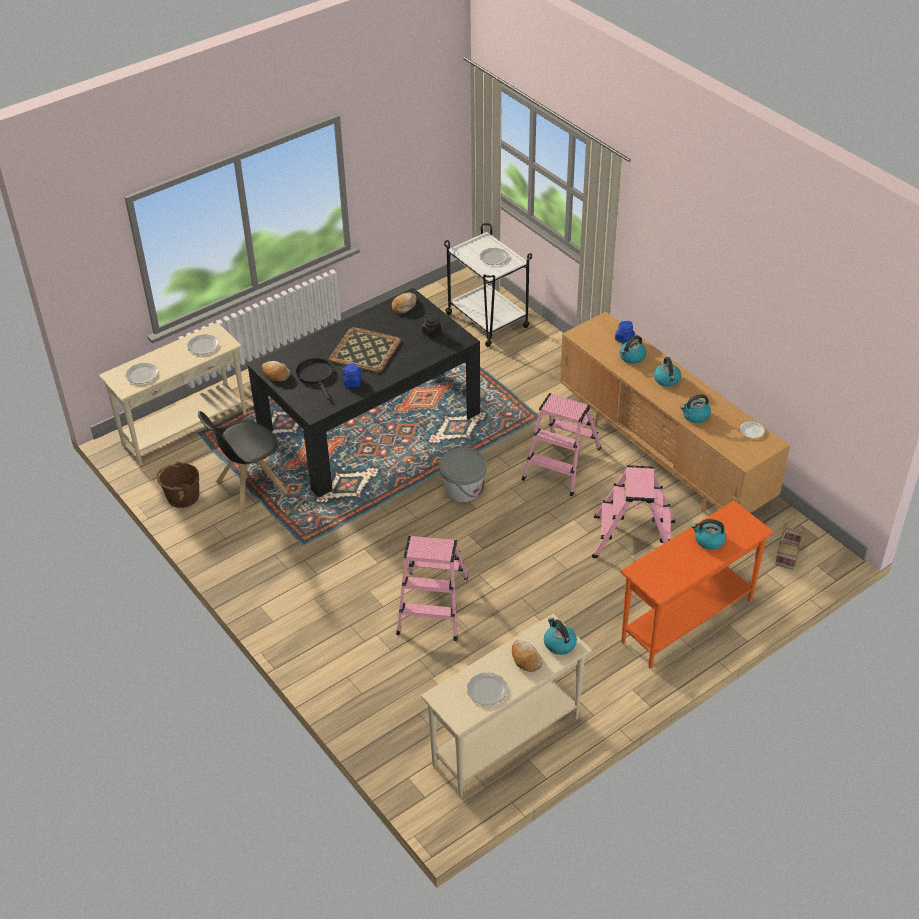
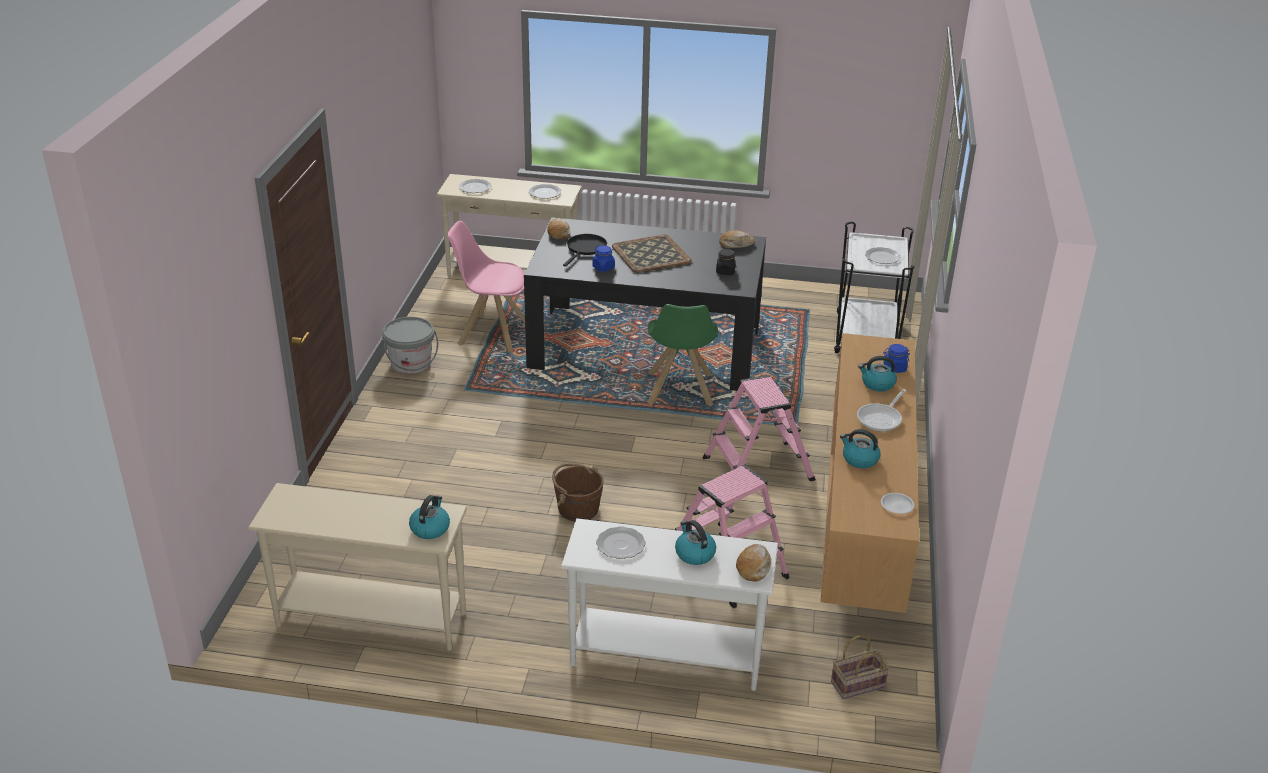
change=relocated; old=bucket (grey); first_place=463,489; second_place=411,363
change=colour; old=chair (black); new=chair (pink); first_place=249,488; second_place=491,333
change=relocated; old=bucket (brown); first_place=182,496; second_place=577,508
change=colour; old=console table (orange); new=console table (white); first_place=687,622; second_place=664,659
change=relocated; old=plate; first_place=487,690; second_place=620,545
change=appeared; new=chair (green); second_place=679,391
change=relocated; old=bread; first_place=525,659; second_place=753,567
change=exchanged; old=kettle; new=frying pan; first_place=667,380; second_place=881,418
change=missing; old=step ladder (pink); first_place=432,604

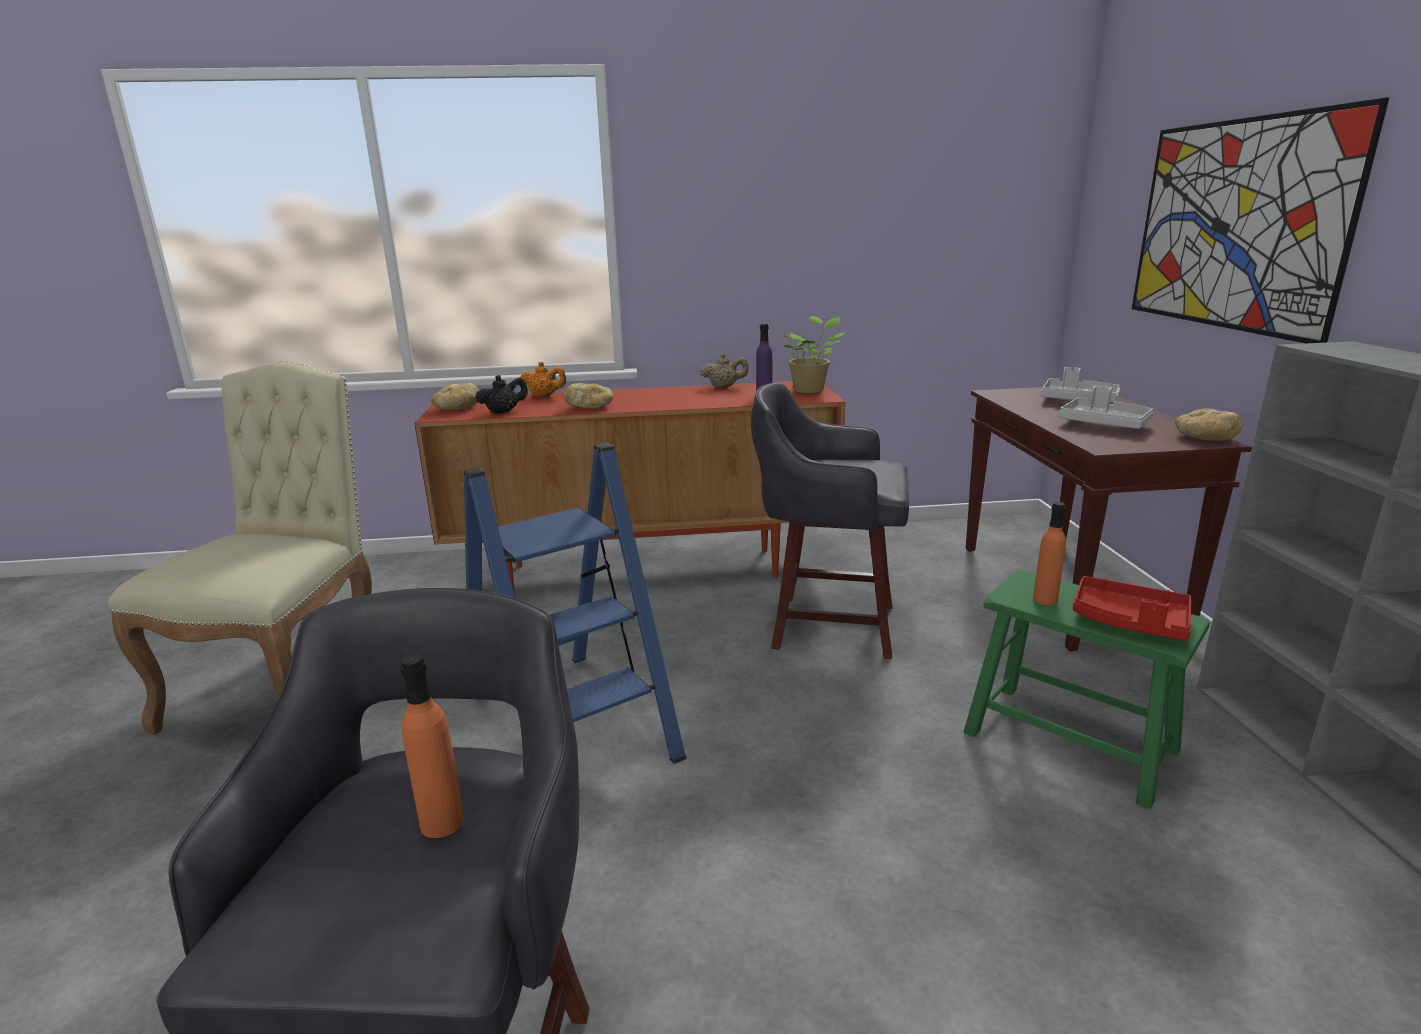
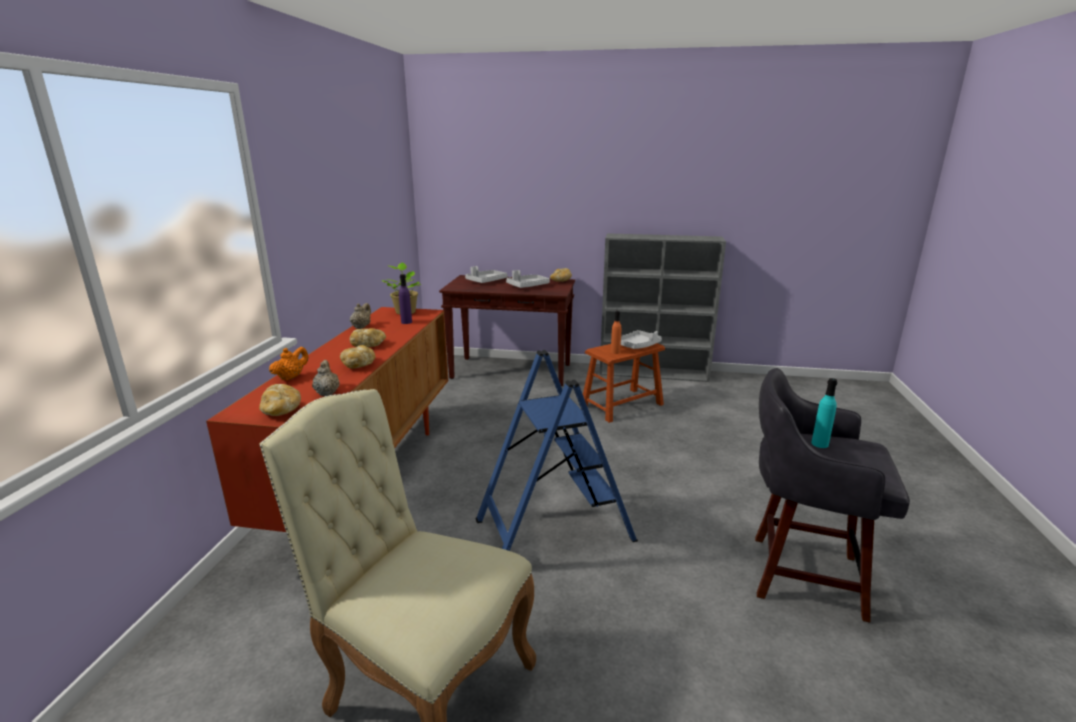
change=colour; old=teapot (black); new=teapot (beige); first_place=503,412; second_place=327,393
change=appeared; new=bread; second_place=368,345
change=colour; old=stool (green); new=stool (brown); first_place=1070,741; second_place=622,405
change=colour; old=tray (red); new=tray (grey); first_place=1129,621; second_place=638,345
change=colour; old=bottle (orange); new=bottle (turquoise); first_place=442,822; second_place=819,444
change=missing; old=stool (grey); first_place=827,625
change=missing; old=picture; first_place=1235,225

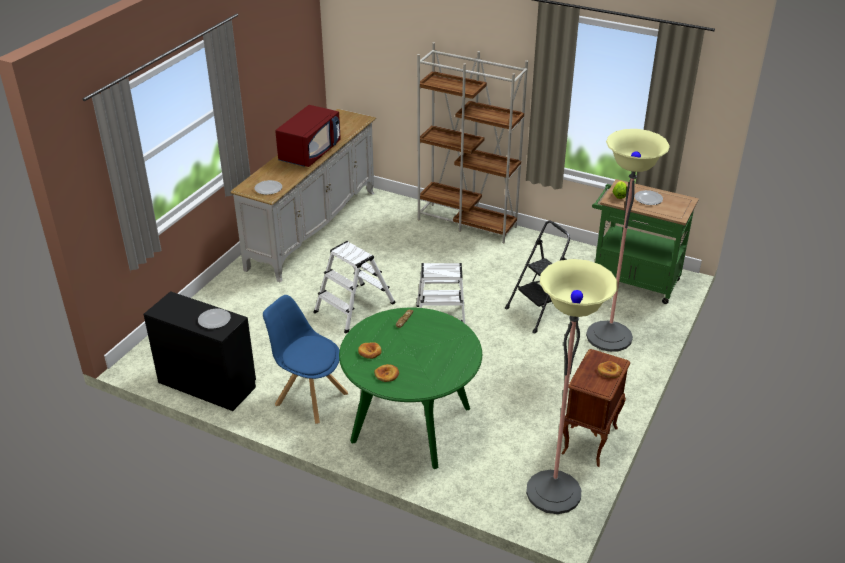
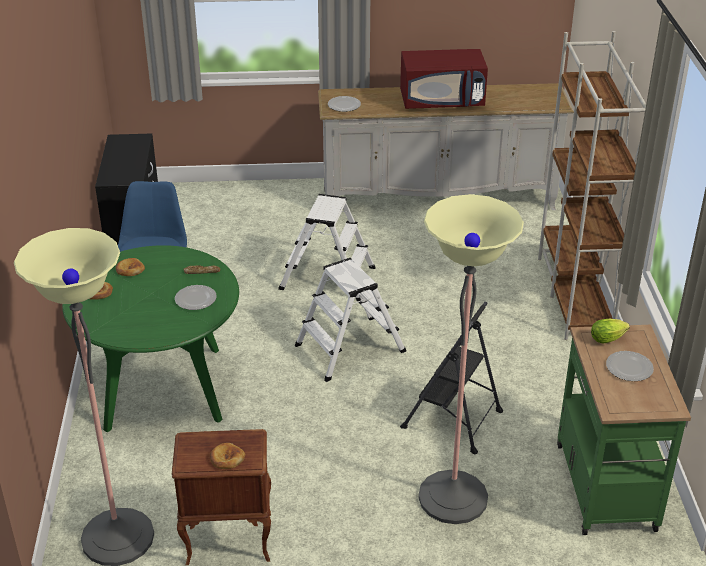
change=relocated; old=plate; first_place=215,320; second_place=196,299

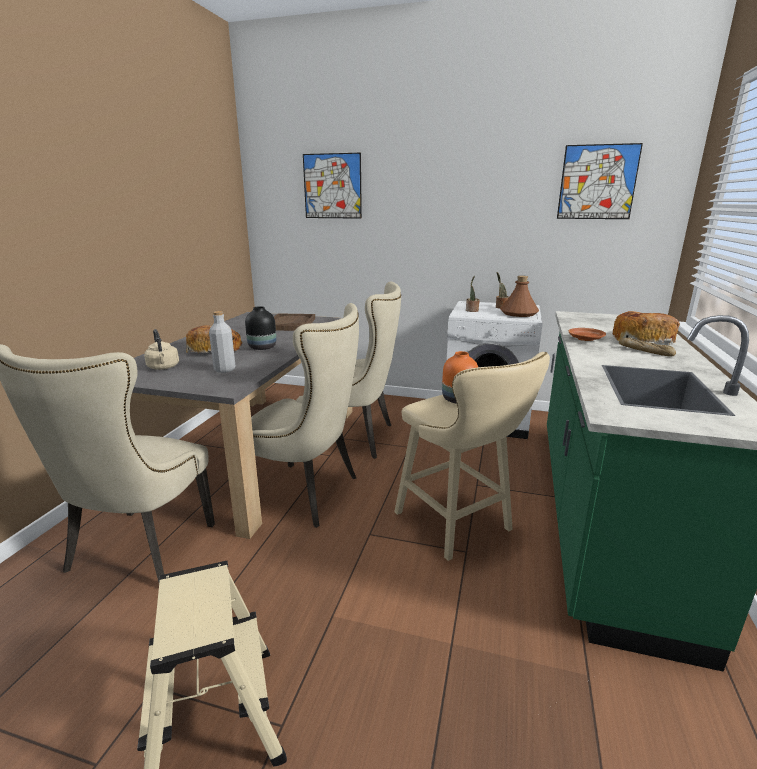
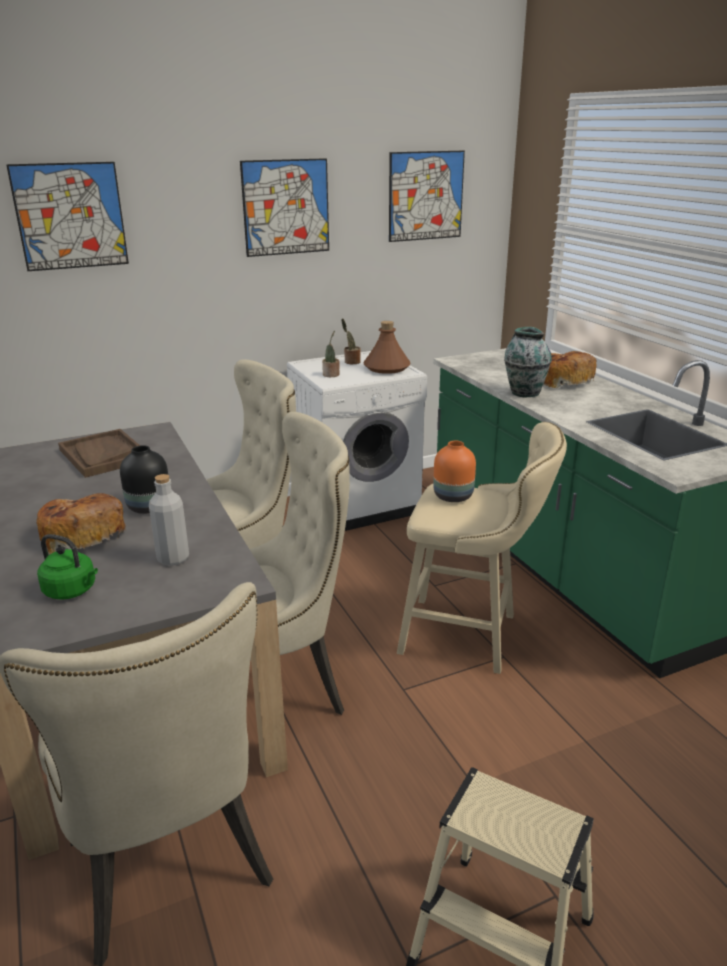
change=colour; old=kettle (beige); new=kettle (green); first_place=163,367; second_place=72,591
change=appeared; new=picture; second_place=286,207
change=exchanged; old=plate (brown); new=vase; first_place=585,339; second_place=524,392
change=missing; old=bread; first_place=645,351

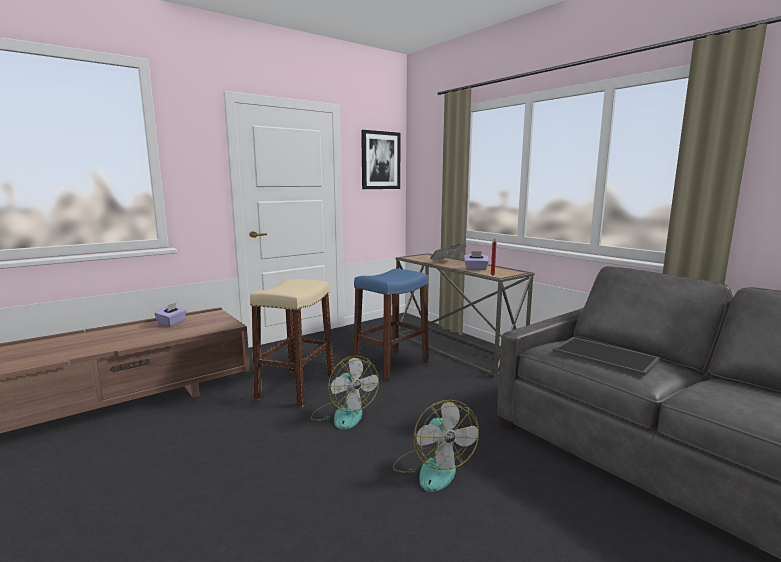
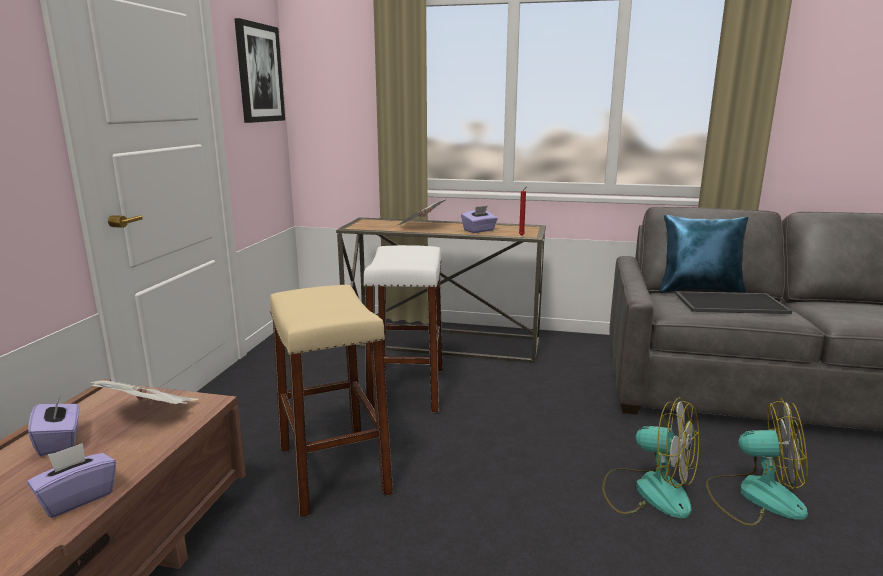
change=appeared; new=tissue box (purple); second_place=77,498
change=appeared; new=newspaper; second_place=151,414
change=colour; old=stool (blue); new=stool (white); first_place=391,365; second_place=407,389
change=appeared; new=pillow (blue); second_place=699,291
change=relocated; old=fan; first_place=343,414; second_place=754,496

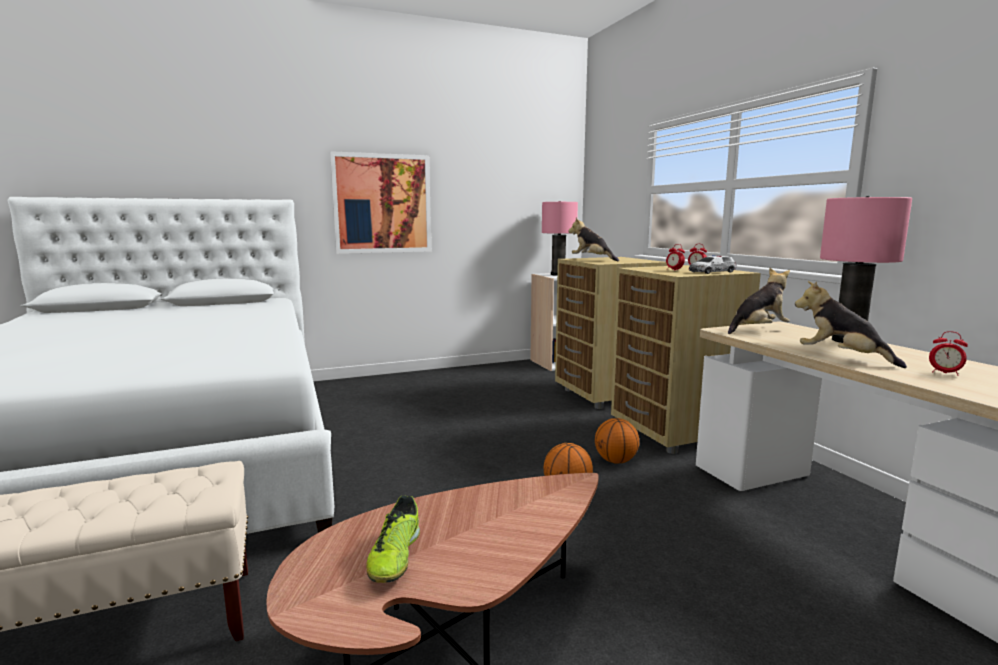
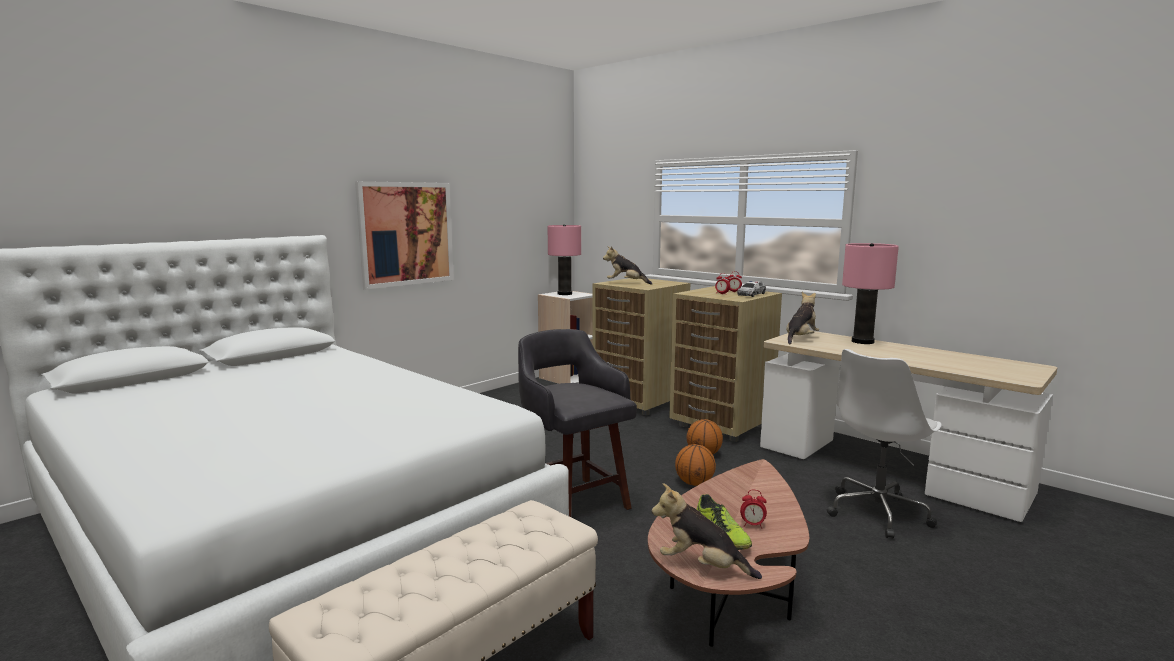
change=appeared; new=stool (grey); second_place=575,501
change=relocated; old=plush toy; first_place=842,358; second_place=702,566
change=relocated; old=alarm clock; first_place=945,373; second_place=752,525
change=appeared; new=office chair (white); second_place=875,514

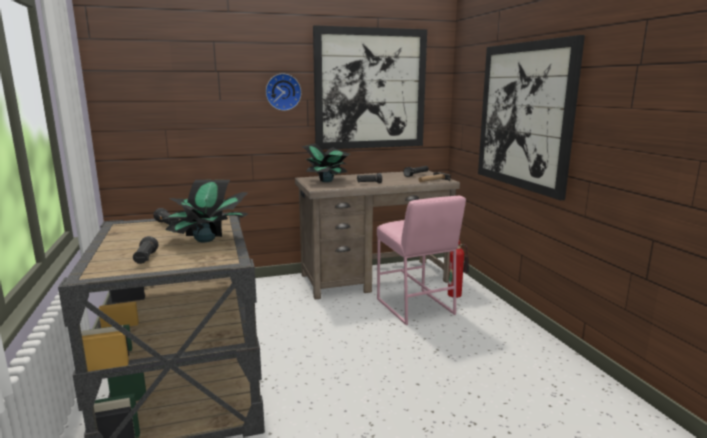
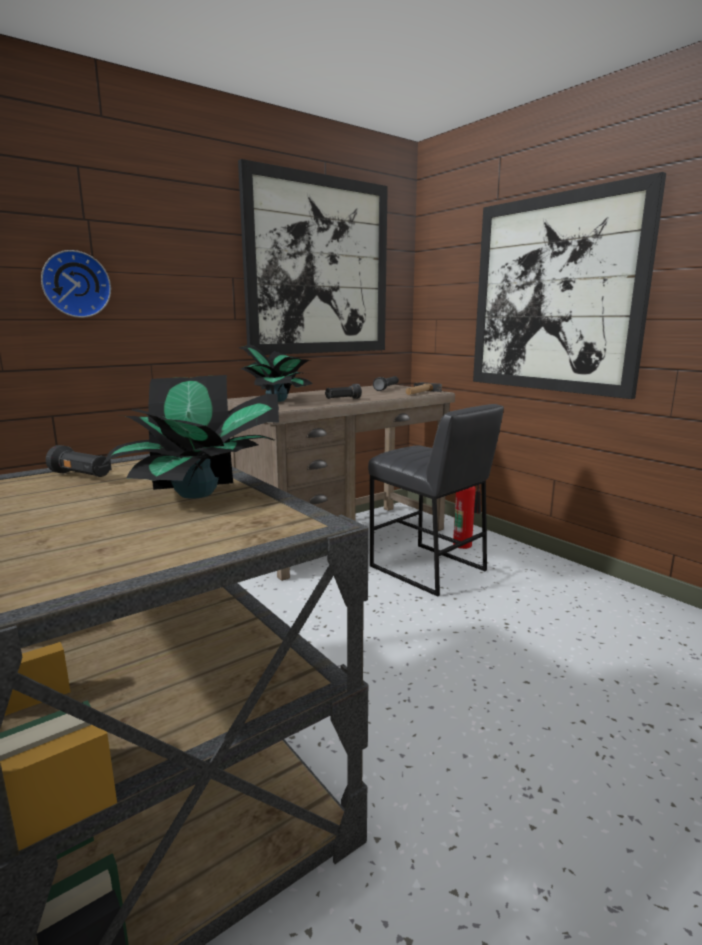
change=relocated; old=wall clock; first_place=283,92; second_place=76,284
change=colour; old=stool (pink); new=stool (grey); first_place=415,307; second_place=429,569
change=missing; old=flashlight (black); first_place=145,259

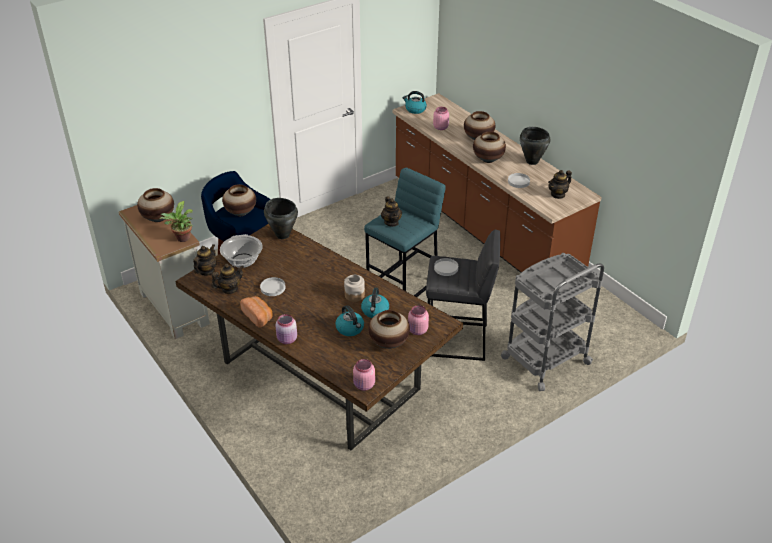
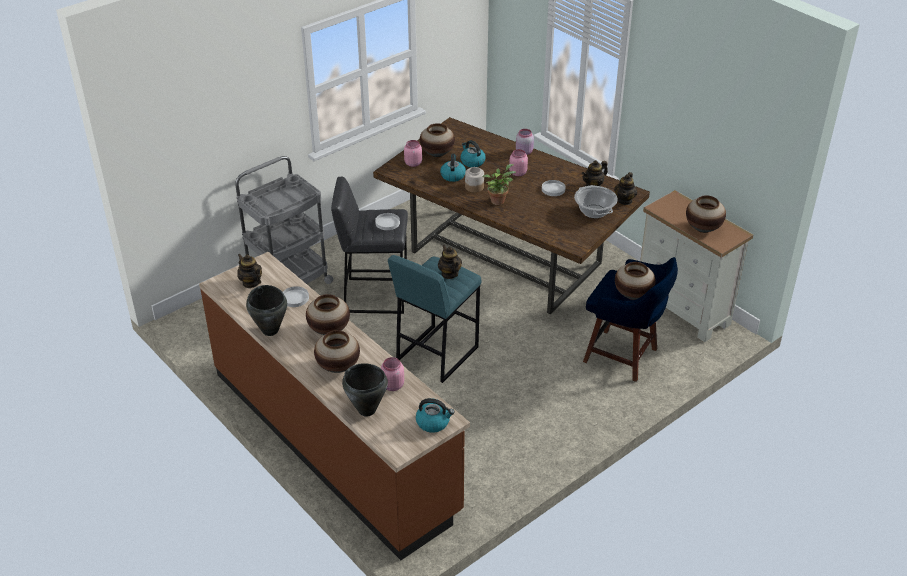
change=spun; old=teapot; first_place=558,194; second_place=251,282; degrees=-90
change=relocated; old=cooking pot (black); first_place=282,235; second_place=367,410
change=relocated; old=potted plant; first_place=182,239; second_place=498,200
change=relocated; old=jar (pink); first_place=364,385; second_place=518,173
change=missing; old=bread; first_place=258,316

